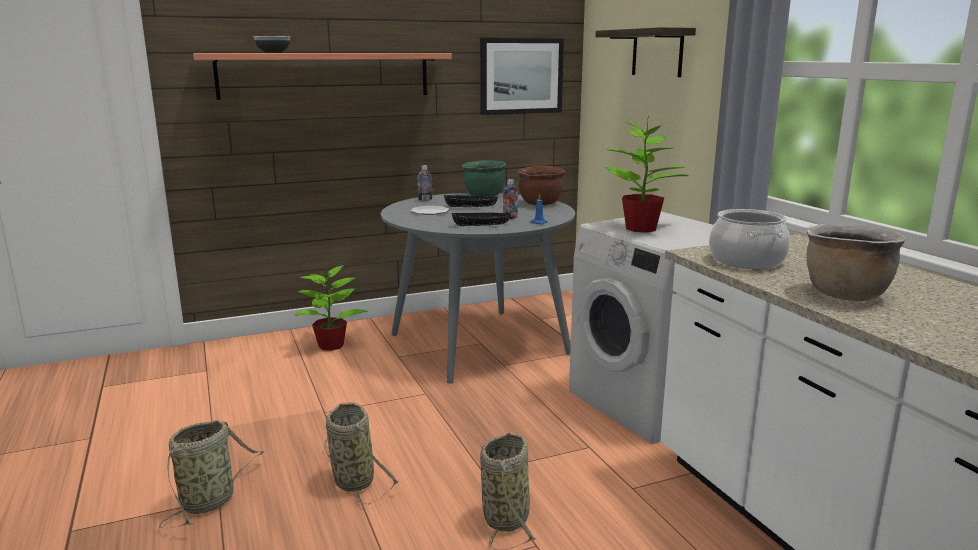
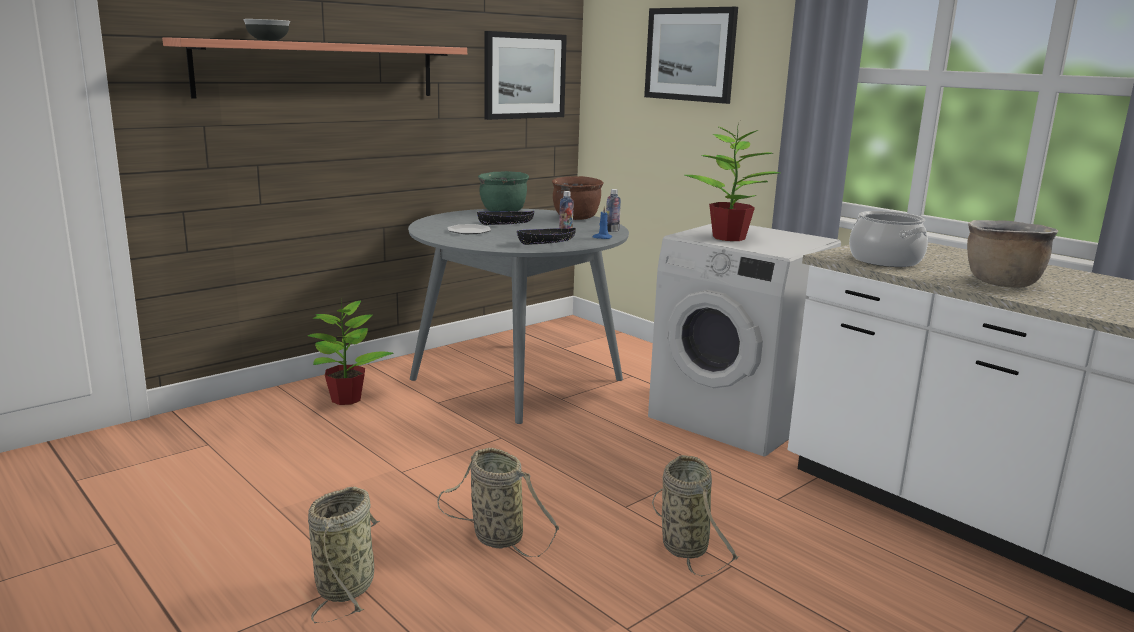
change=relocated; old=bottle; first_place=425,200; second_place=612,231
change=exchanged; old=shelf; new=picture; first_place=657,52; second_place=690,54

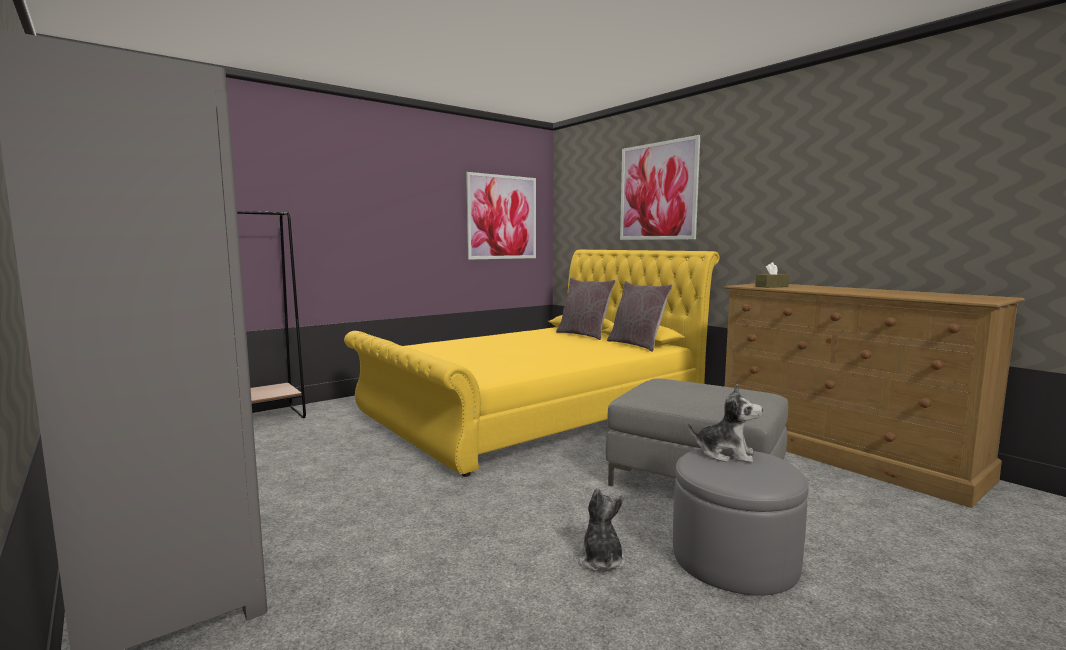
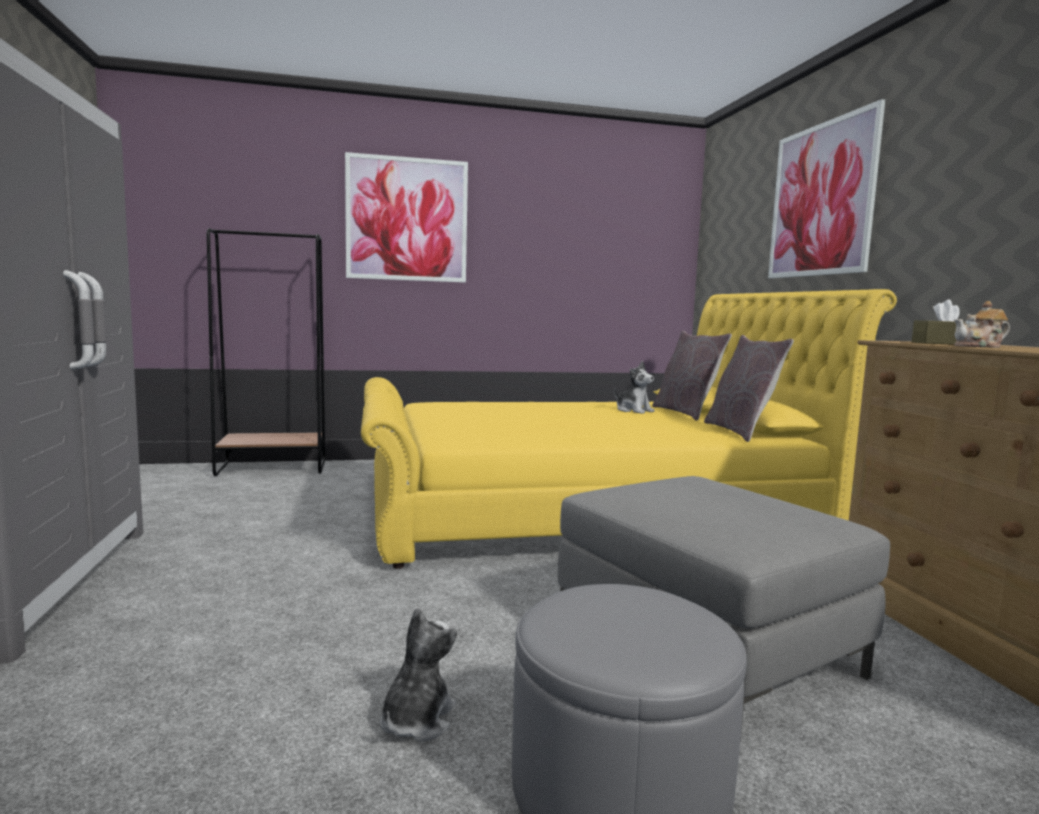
change=relocated; old=picture; first_place=502,217; second_place=407,219
change=relocated; old=plush toy; first_place=725,454; second_place=633,410
change=appeared; new=teapot; second_place=979,347

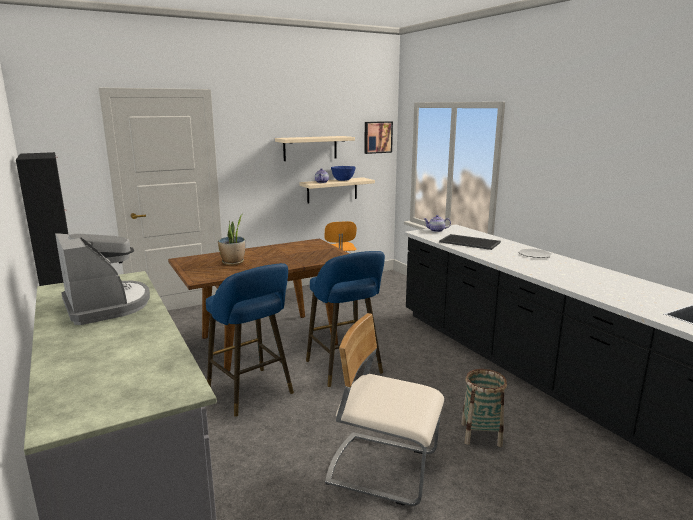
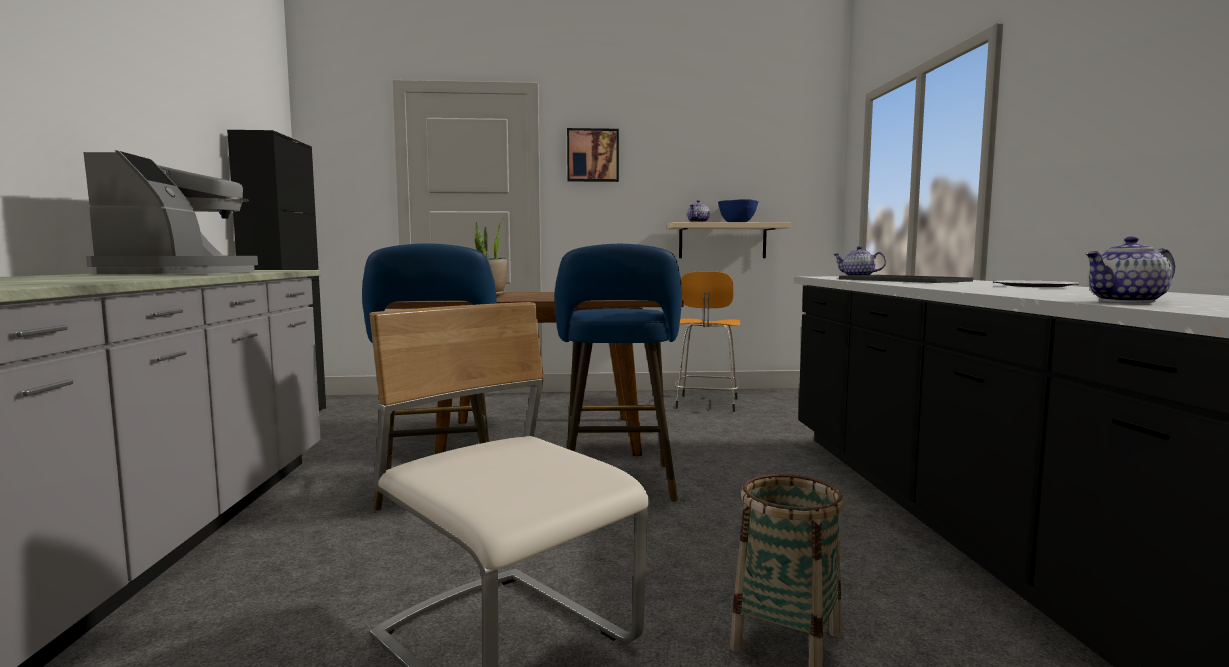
change=relocated; old=picture; first_place=377,137; second_place=592,155
change=appeared; new=teapot; second_place=1127,301
change=missing; old=shelf (beige); first_place=310,148

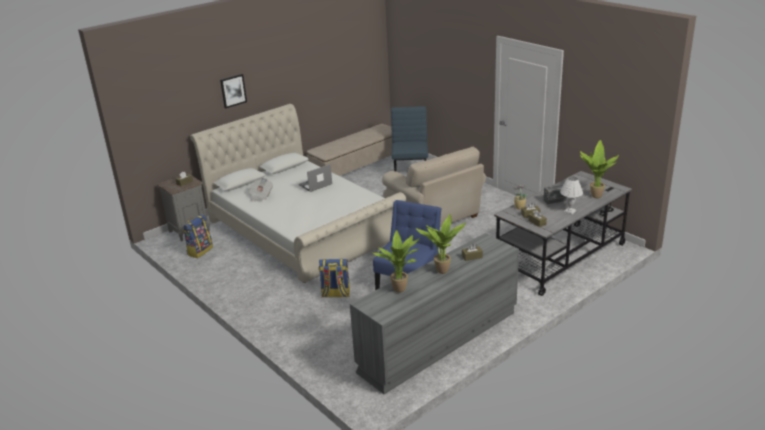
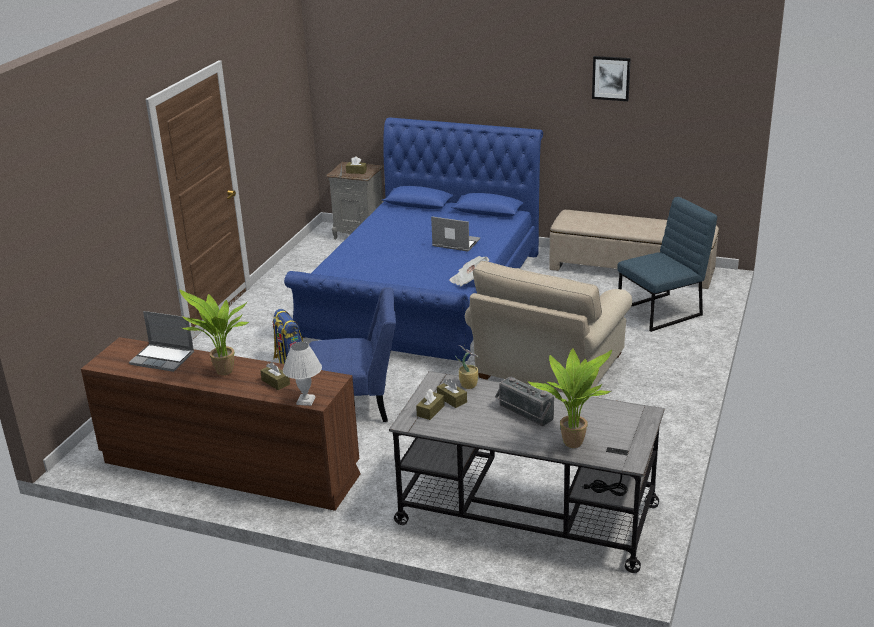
change=colour; old=dresser (grey); new=dresser (brown); first_place=439,342; second_place=229,470
change=exchanged; old=potted plant; new=laptop; first_place=401,290; second_place=163,358
change=relocated; old=table lamp (white); first_place=569,211; second_place=305,400
change=colour; old=bed (beige); new=bed (blue); first_place=302,228; second_place=425,292
change=relocated; old=newspaper; first_place=261,196; second_place=469,280
change=relocated; old=picture; first_place=233,90; second_place=611,78
change=missing; old=backpack; first_place=200,251

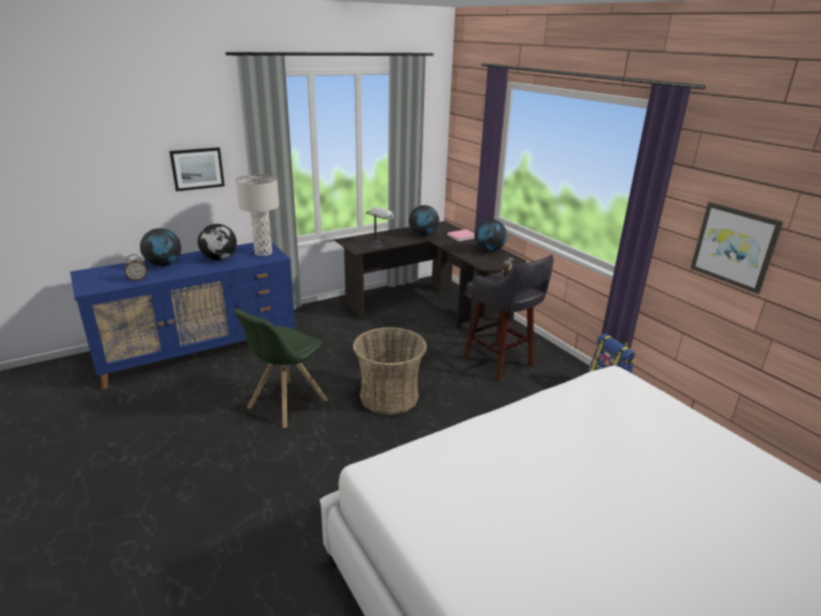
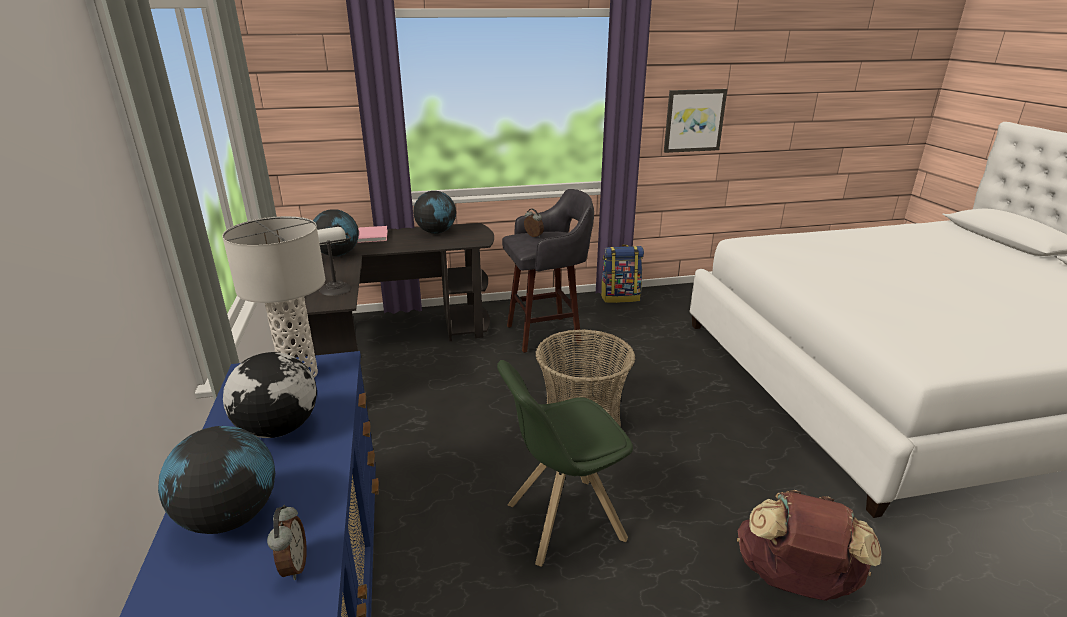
change=spun; old=chair (green); first_place=286,404; second_place=564,521; degrees=105
change=appeared; new=backpack (brown); second_place=794,581
change=missing; old=picture; first_place=197,168

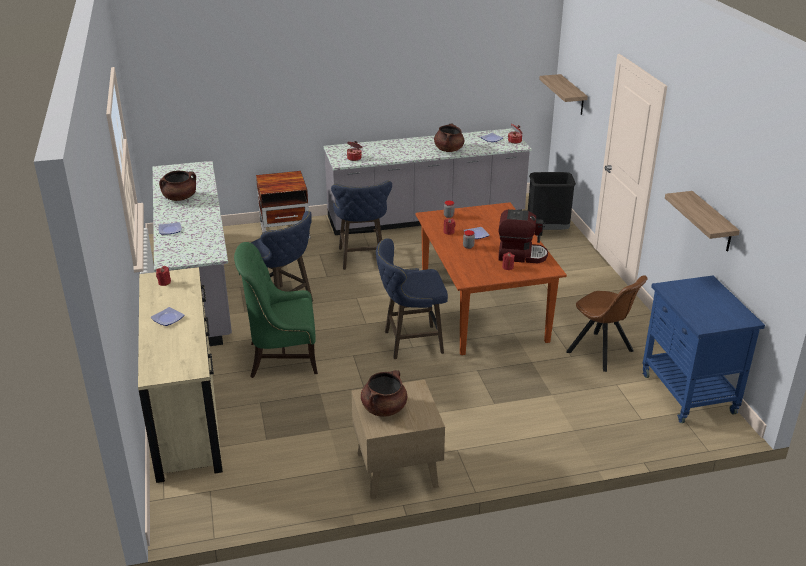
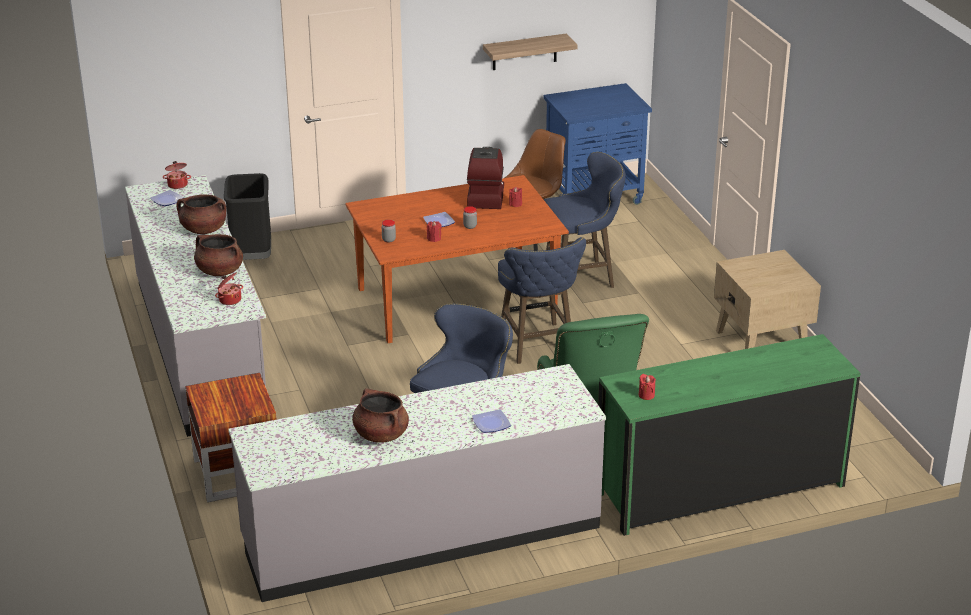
change=relocated; old=cooking pot (brown); first_place=384,408; second_place=219,271
change=relocated; old=stool (blue); first_place=362,258; second_place=582,276
change=colour; old=dresser (beige); new=dresser (green); first_place=187,411; second_place=718,488
change=missing; old=plate; first_place=168,318
change=missing; old=shelf; first_place=572,95

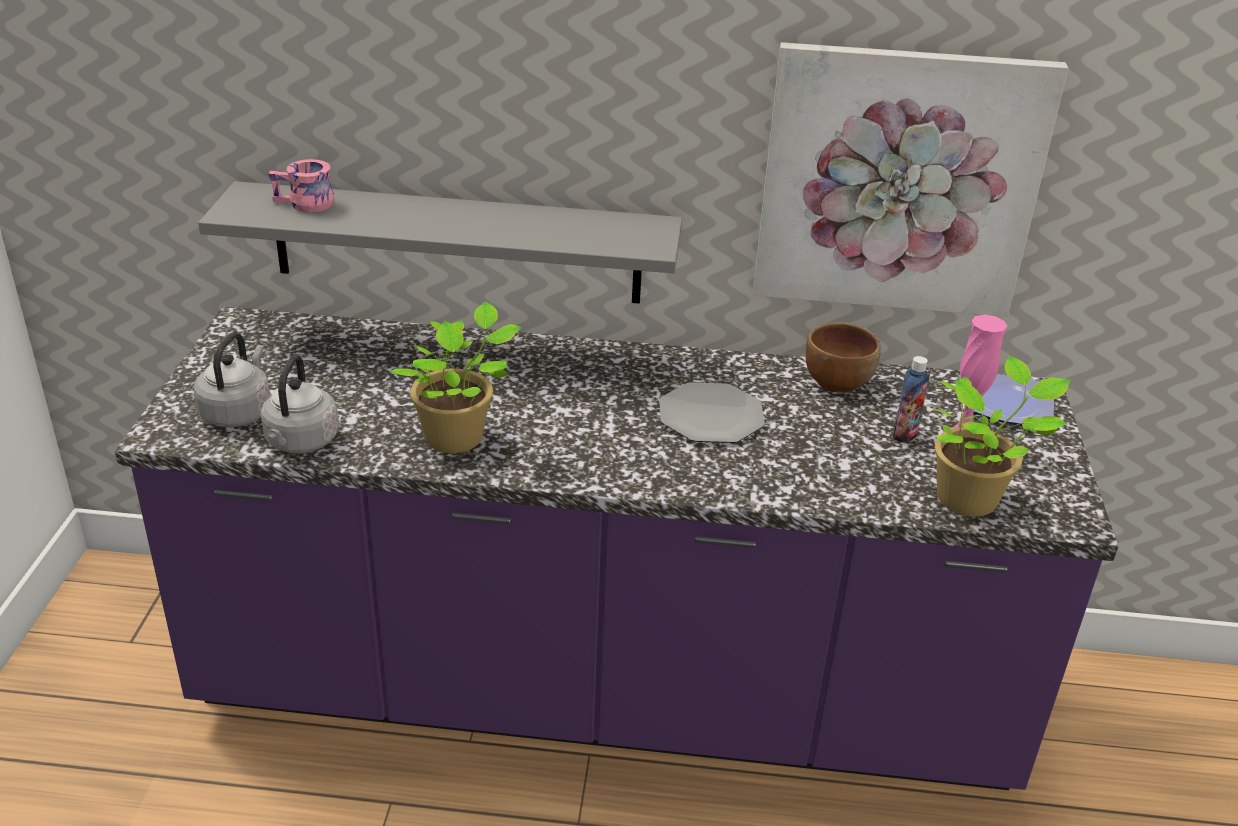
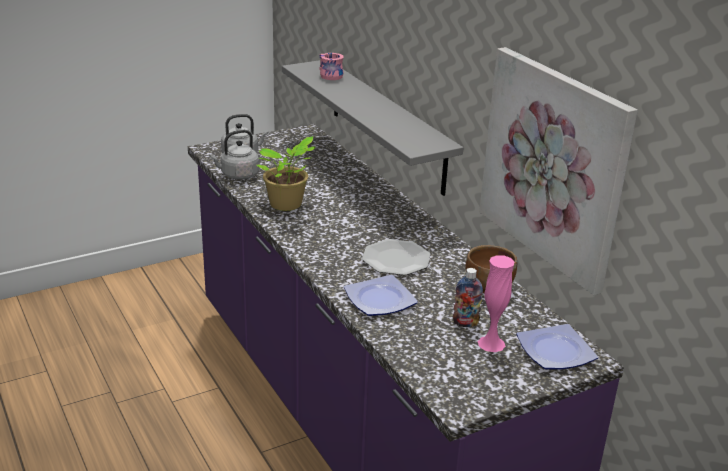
change=appeared; new=plate; second_place=378,300
change=missing; old=potted plant; first_place=971,498

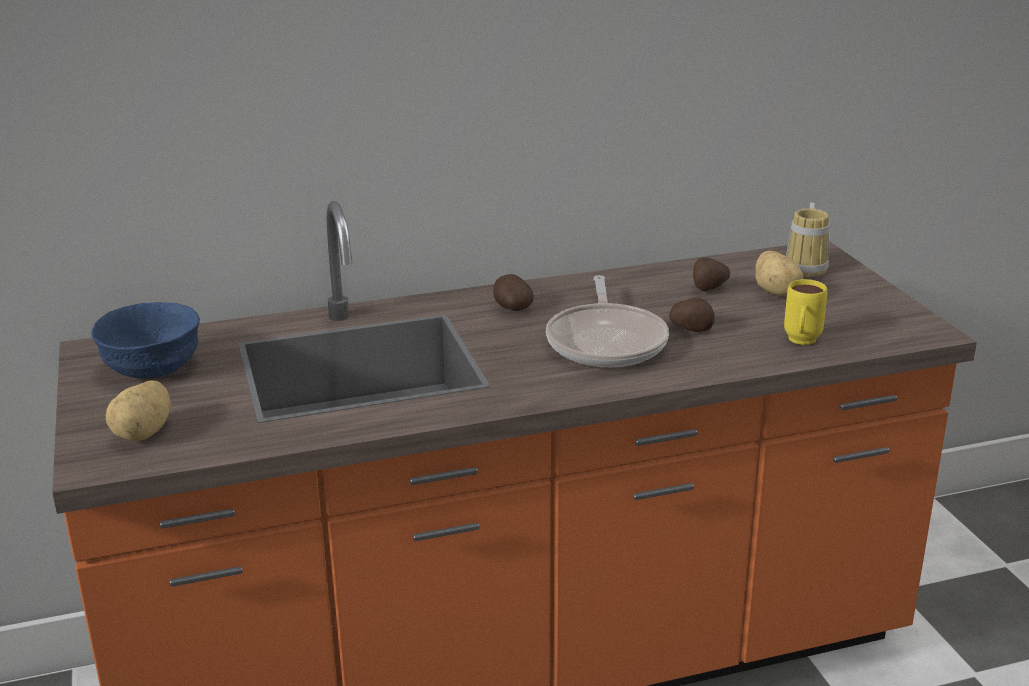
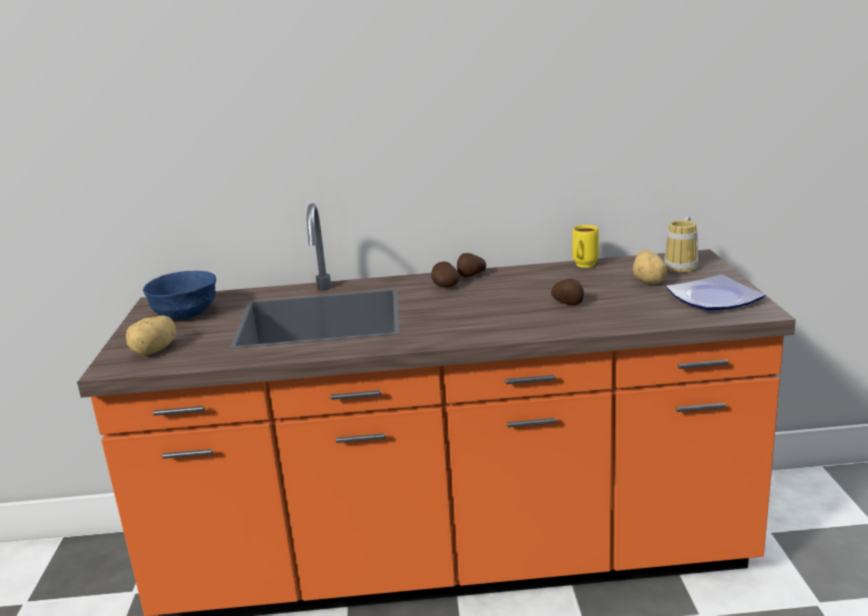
change=relocated; old=potato; first_place=708,288; second_place=470,276
change=relocated; old=mug (yellow); first_place=801,343; second_place=583,267
change=appeared; new=plate; second_place=716,299
change=missing; old=frying pan; first_place=606,341

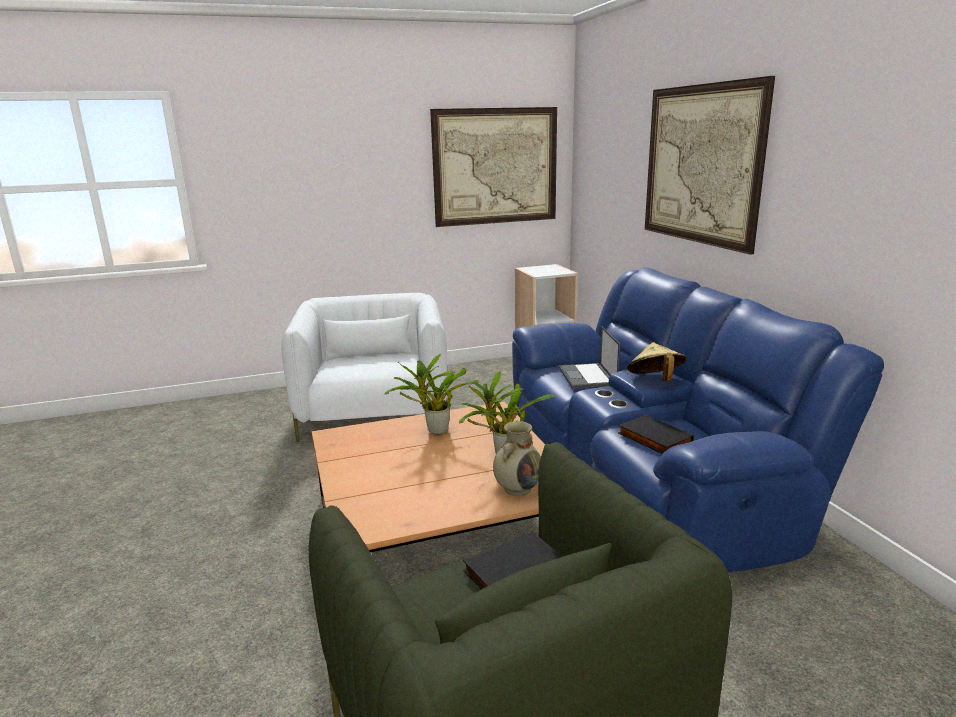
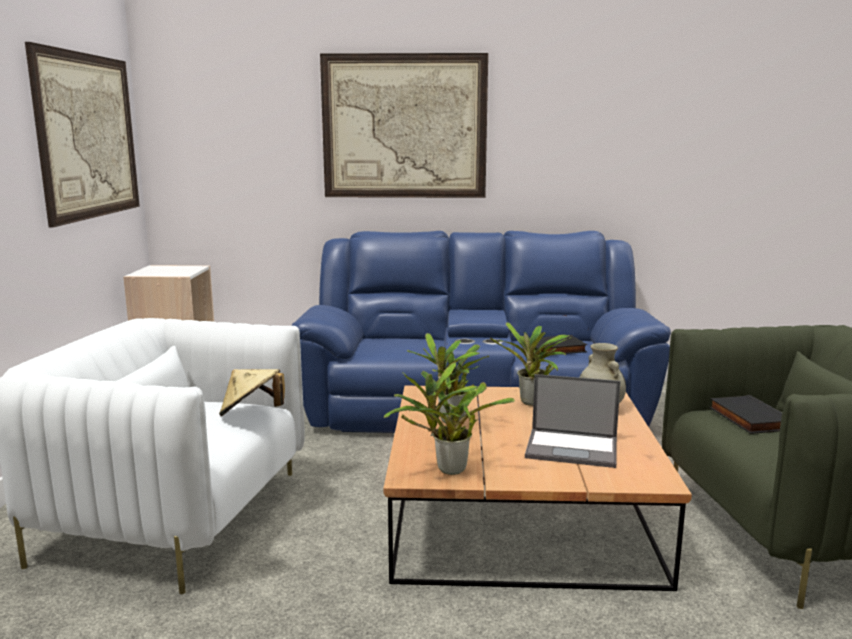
change=relocated; old=hat (beige); first_place=655,380; second_place=252,414
change=appeared; new=potted plant; second_place=447,469
change=relocated; old=laptop; first_place=588,376; second_place=573,448

